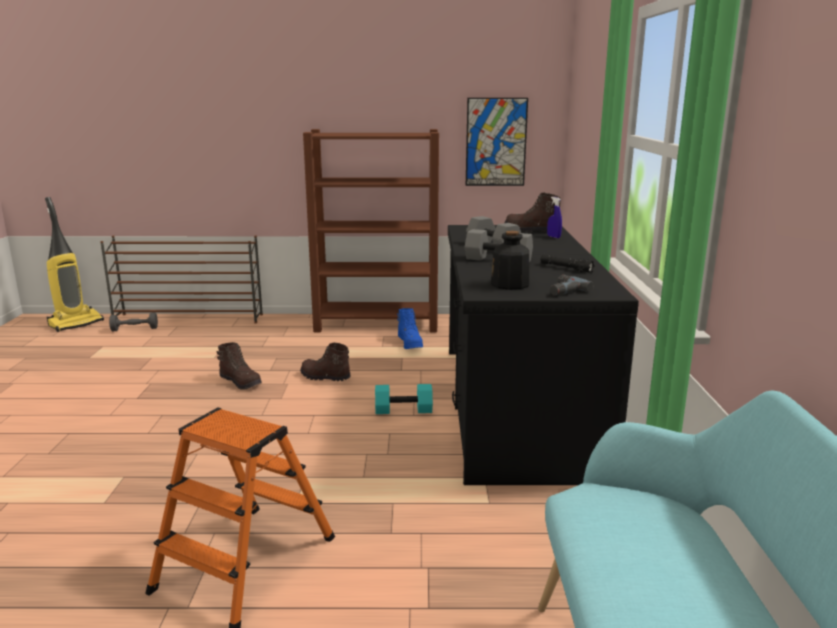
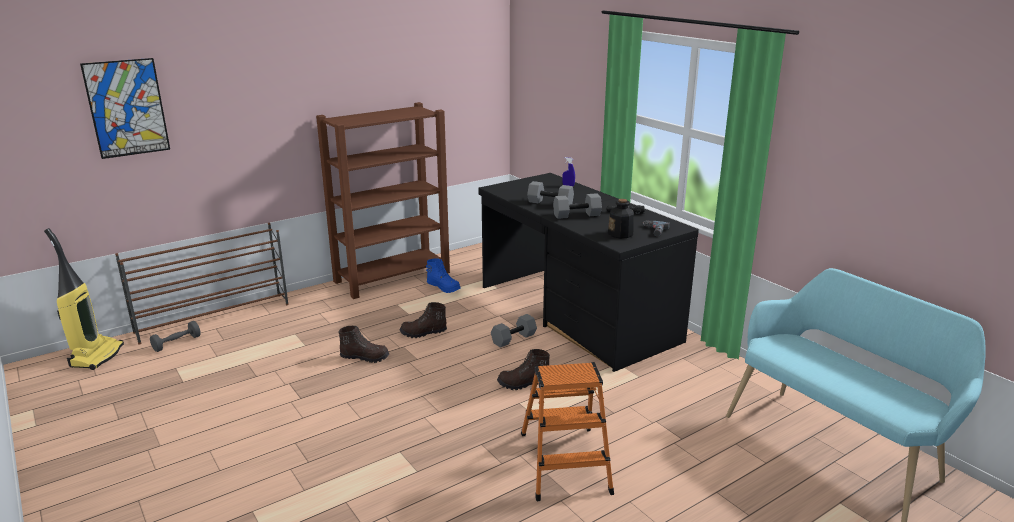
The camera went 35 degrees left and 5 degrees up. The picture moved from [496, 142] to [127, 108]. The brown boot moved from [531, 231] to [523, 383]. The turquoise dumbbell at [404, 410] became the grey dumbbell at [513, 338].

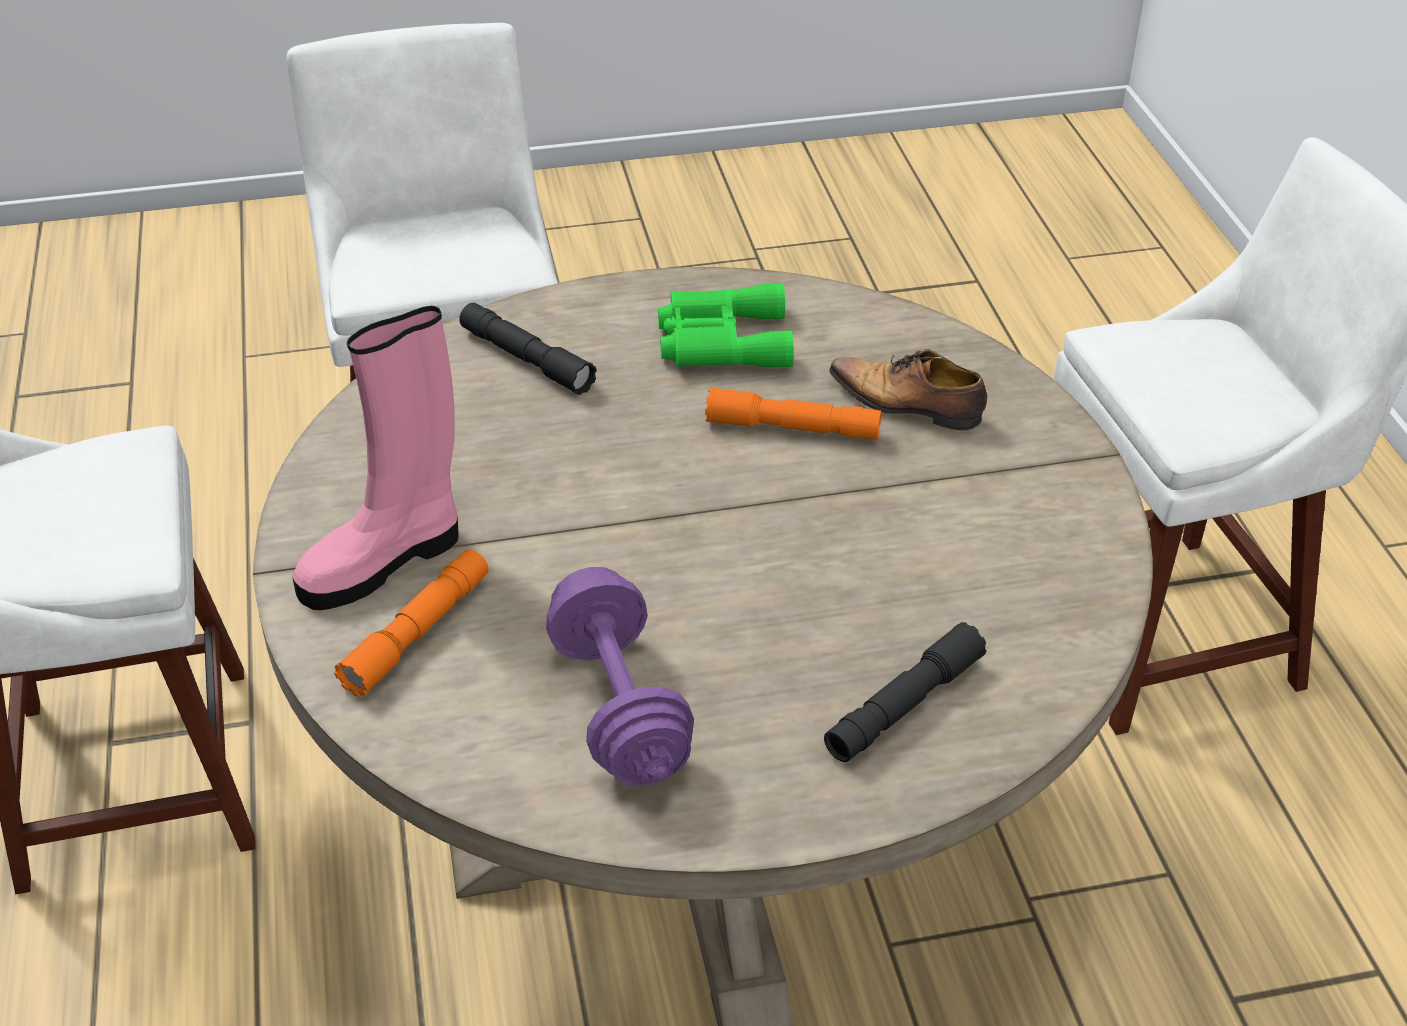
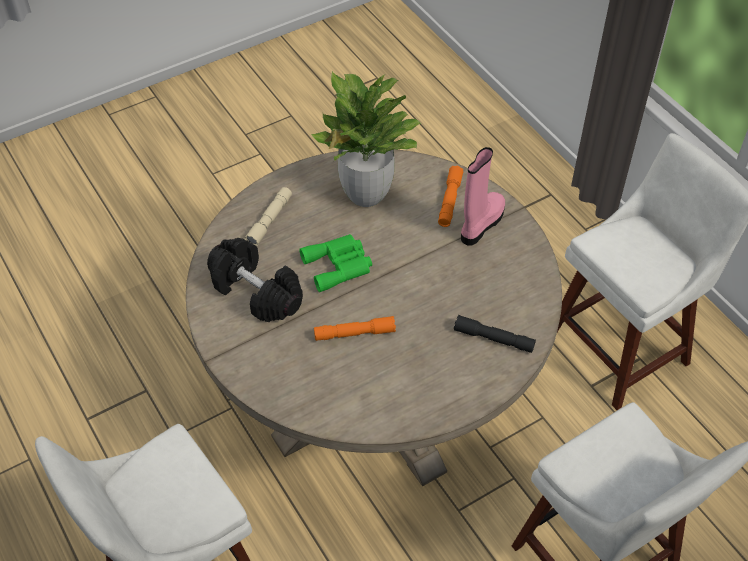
The camera went 160 degrees right and 10 degrees up. The green binoculars moved from [720, 341] to [339, 265]. The shoe at [908, 404] disappeared. The purple dumbbell at [619, 708] was replaced by the potted plant at [365, 194]. The black flashlight at [904, 705] became the beige flashlight at [269, 221]. The black dumbbell at [255, 292] appeared.

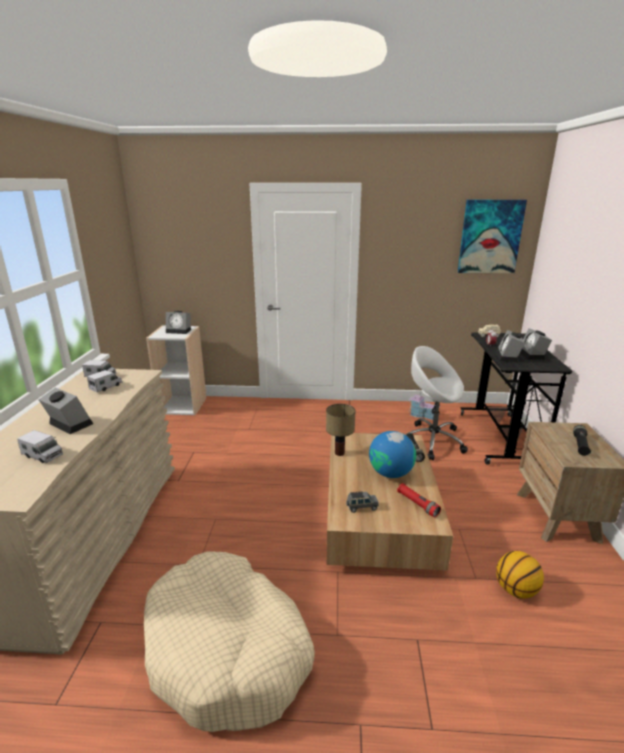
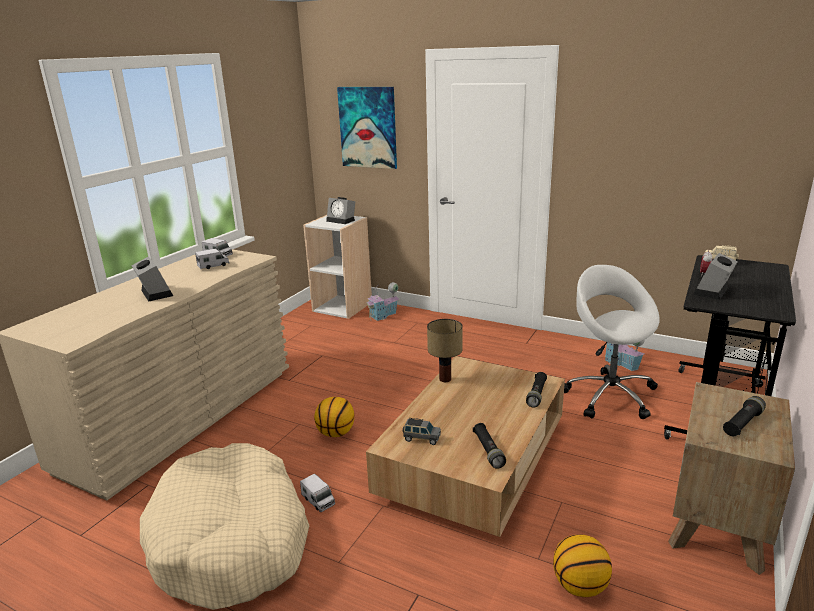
The camera went 25 degrees right and 0 degrees up. The picture moved from [490, 237] to [368, 127]. The alarm clock at [532, 355] disappeared. The toy truck moved from [42, 455] to [318, 500]. The globe at [390, 473] disappeared. The red flashlight at [417, 504] became the black flashlight at [488, 451]. The toy house at [383, 315] appeared. The basketball at [336, 433] appeared.

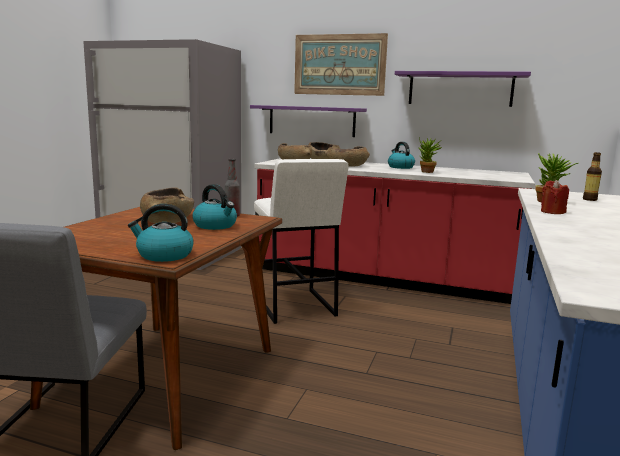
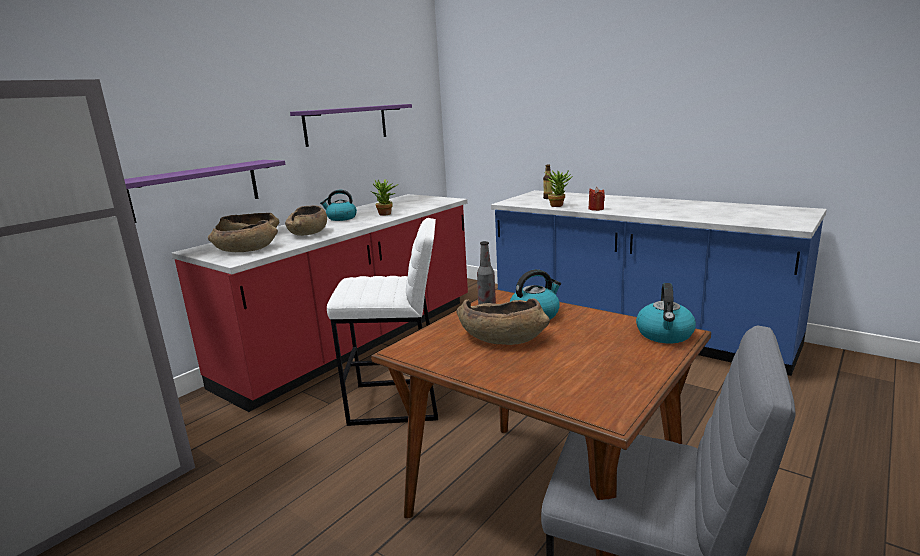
The camera went 70 degrees left and 5 degrees up. The picture at [339, 65] disappeared.

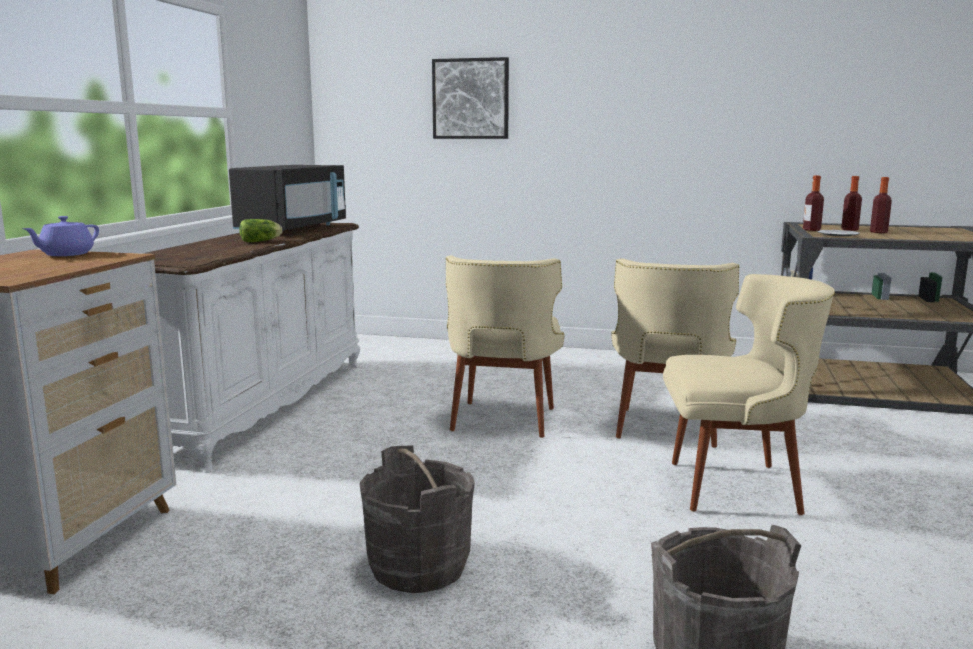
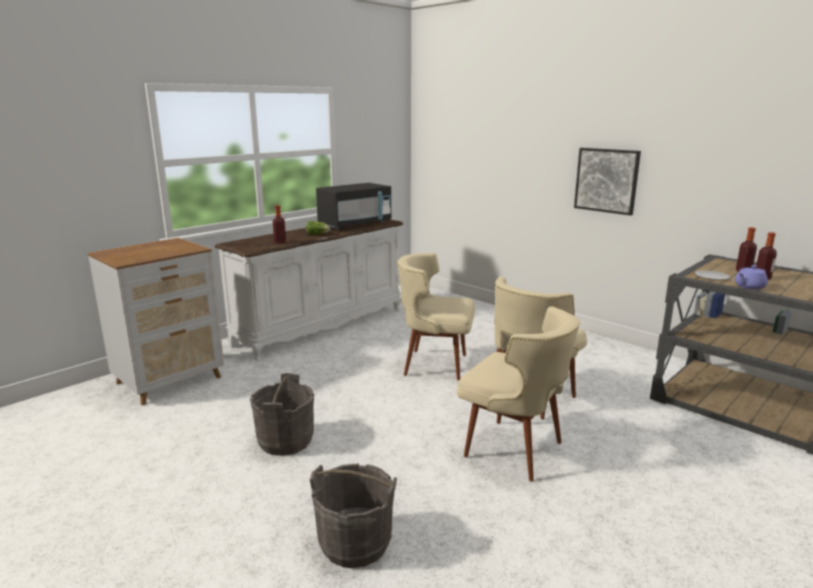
The camera went 30 degrees right and 5 degrees up. The picture moved from [470, 99] to [606, 180]. The bottle moved from [811, 230] to [280, 242]. The purple teapot moved from [66, 254] to [749, 287]. The beige chair at [504, 419] turned 60 degrees clockwise.

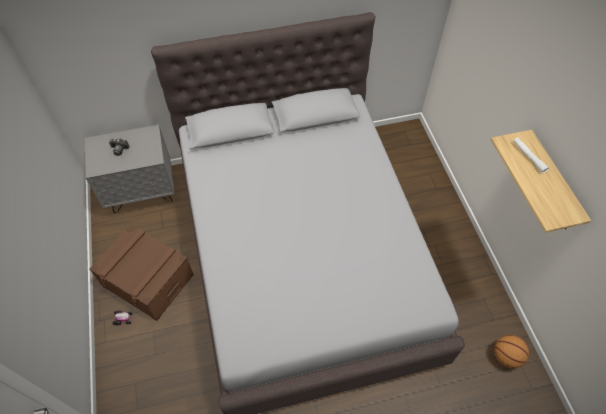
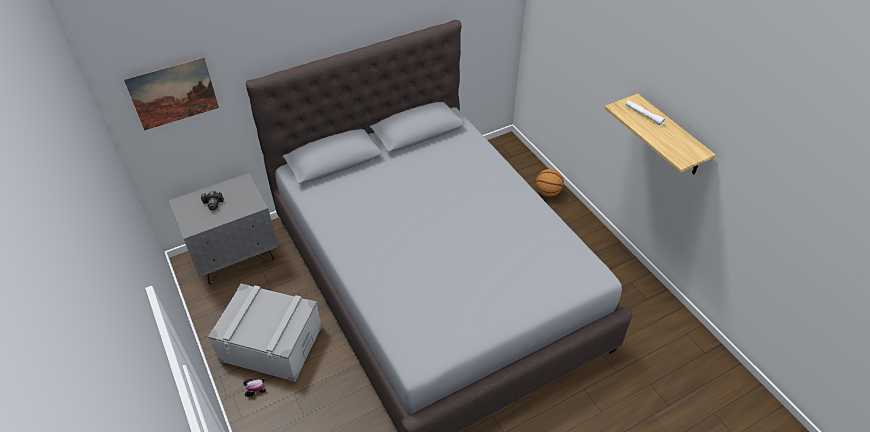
The camera went 15 degrees left and 10 degrees down. The brown storage box at [148, 280] became the grey storage box at [271, 343]. The basketball moved from [505, 356] to [547, 192]. The picture at [173, 93] appeared.

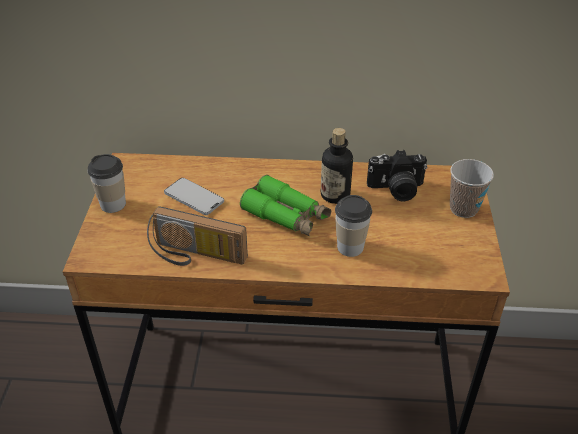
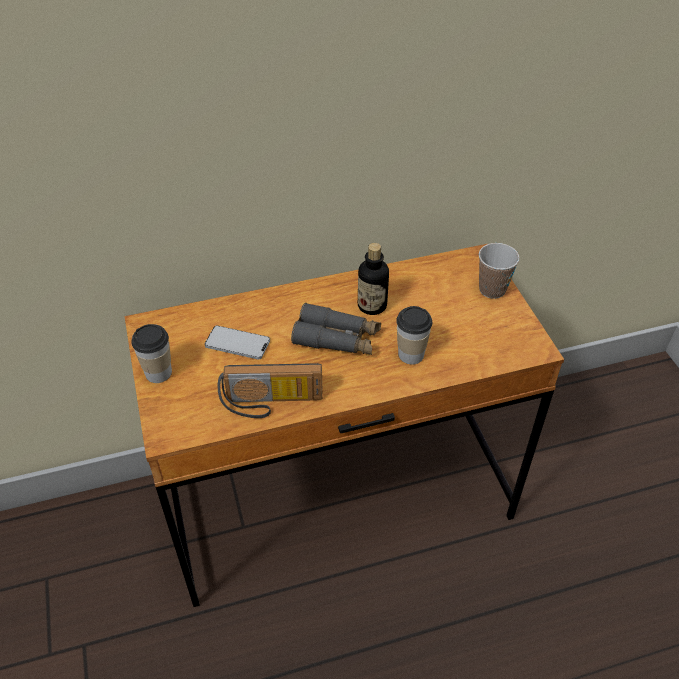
The camera went 20 degrees left and 5 degrees up. The photo camera at [396, 190] disappeared. The green binoculars at [286, 215] became the grey binoculars at [337, 339].

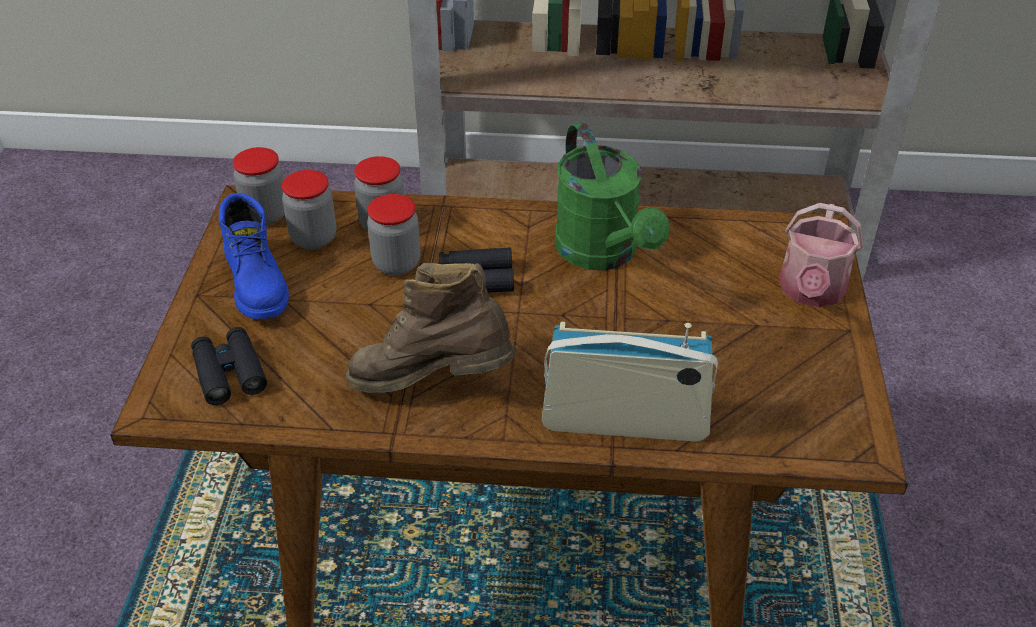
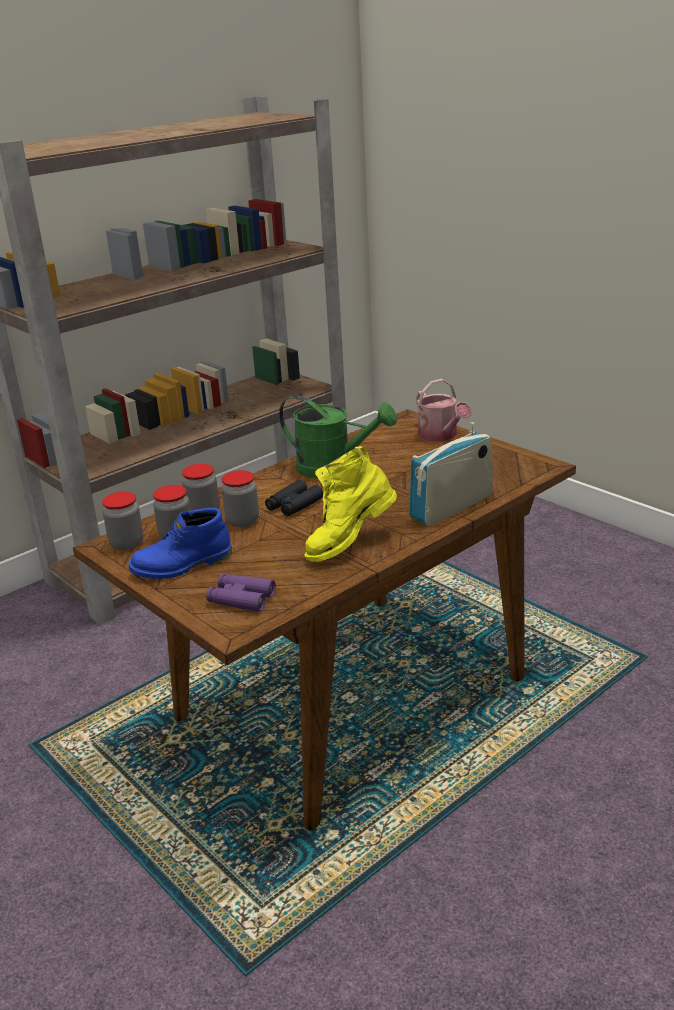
The camera went 45 degrees left and 15 degrees down. The blue boot at [258, 283] turned 135 degrees clockwise. The brown boot at [432, 384] became the yellow boot at [349, 544]. The black binoculars at [229, 373] became the purple binoculars at [241, 599].

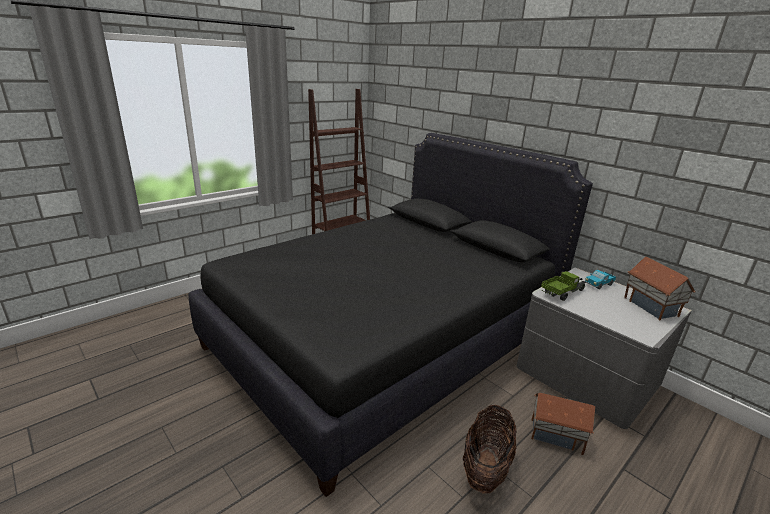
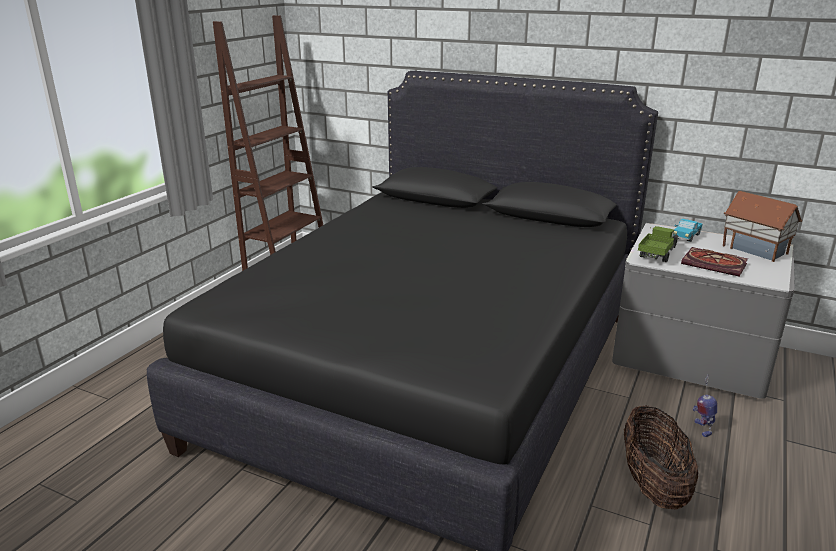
The camera went 20 degrees left and 0 degrees up. The toy house at [556, 437] was replaced by the toy robot at [702, 428]. The book at [715, 264] appeared.

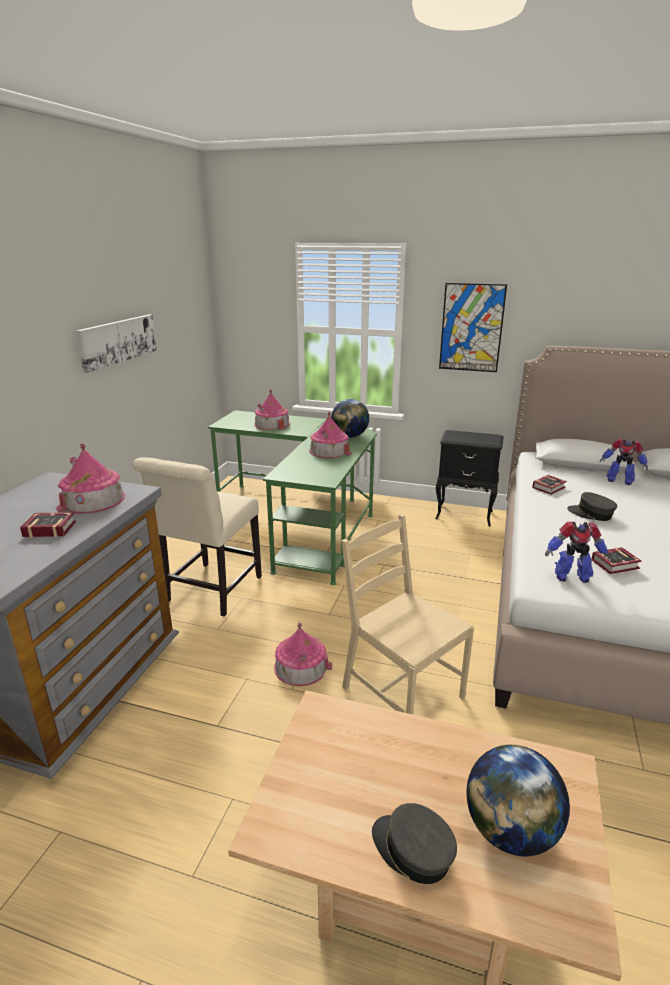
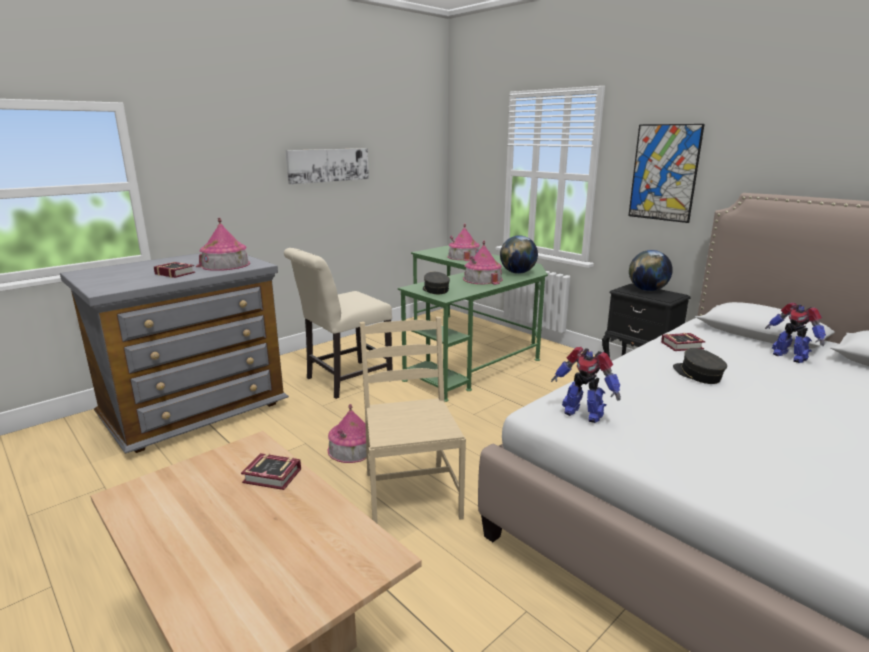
The camera went 30 degrees right and 5 degrees down. The book moved from [617, 564] to [273, 477]. The globe moved from [510, 831] to [647, 290]. The grey cap moved from [412, 851] to [435, 290].

